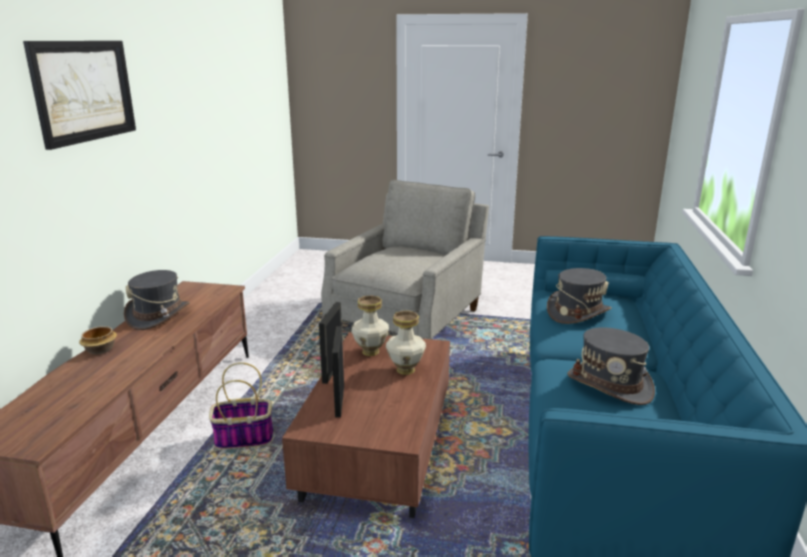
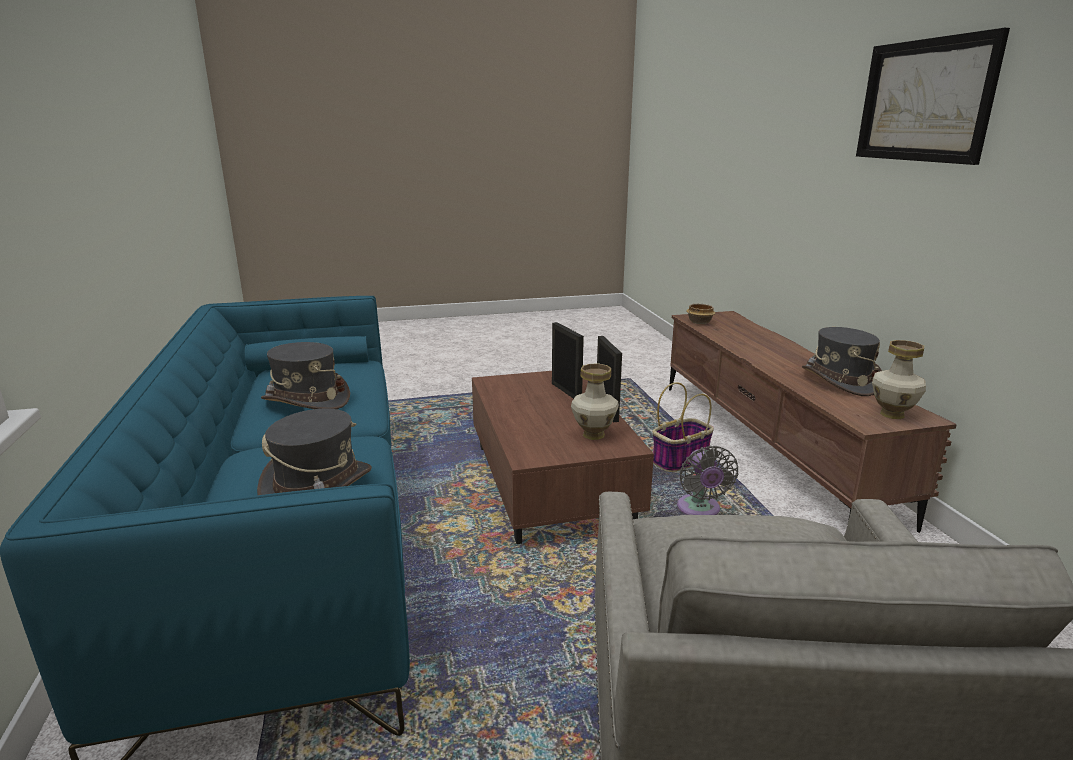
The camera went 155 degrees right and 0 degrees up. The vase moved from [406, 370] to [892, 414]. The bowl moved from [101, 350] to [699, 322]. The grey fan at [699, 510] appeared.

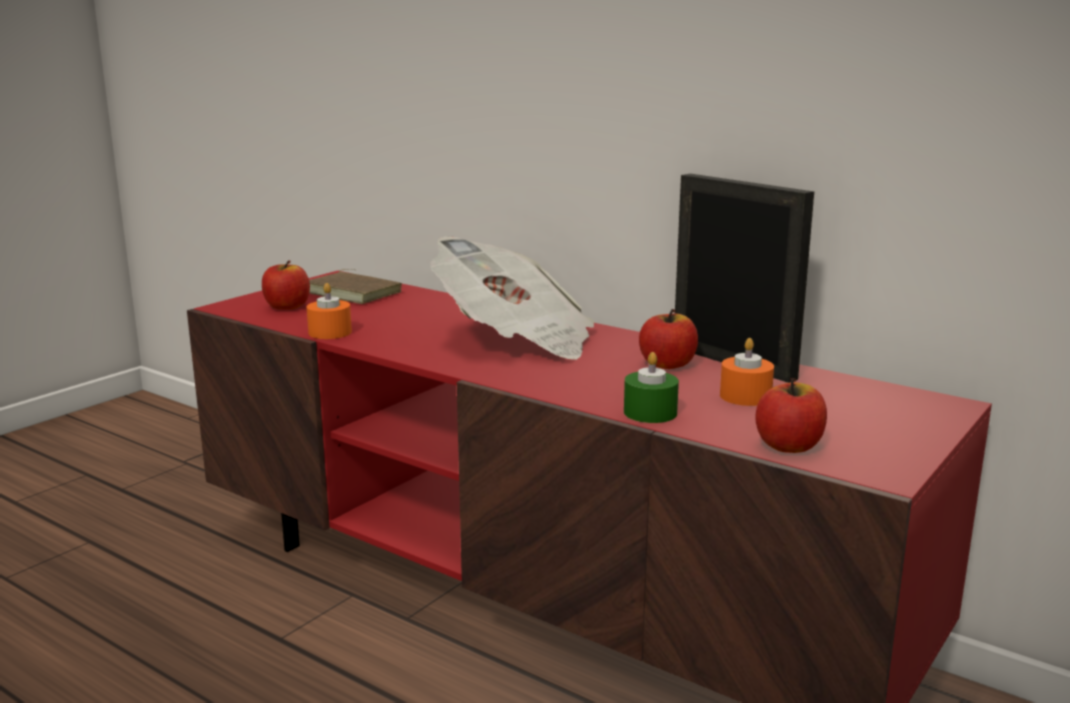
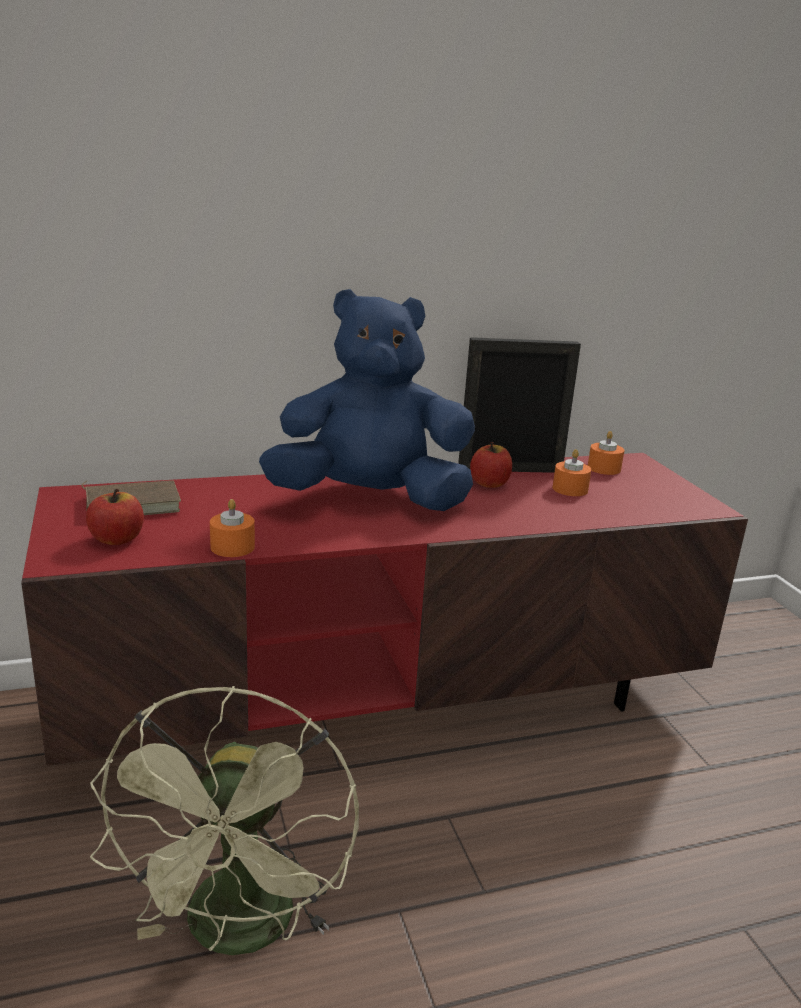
The camera went 55 degrees left and 5 degrees up. The newspaper at [516, 340] was replaced by the blue plush toy at [370, 499]. The green candle at [650, 412] disappeared. The apple at [789, 446] disappeared. The orange candle at [604, 468] appeared. The green fan at [239, 934] appeared.

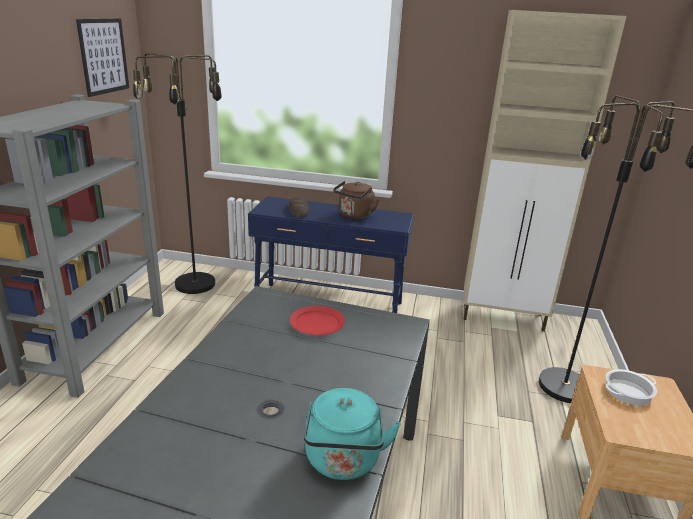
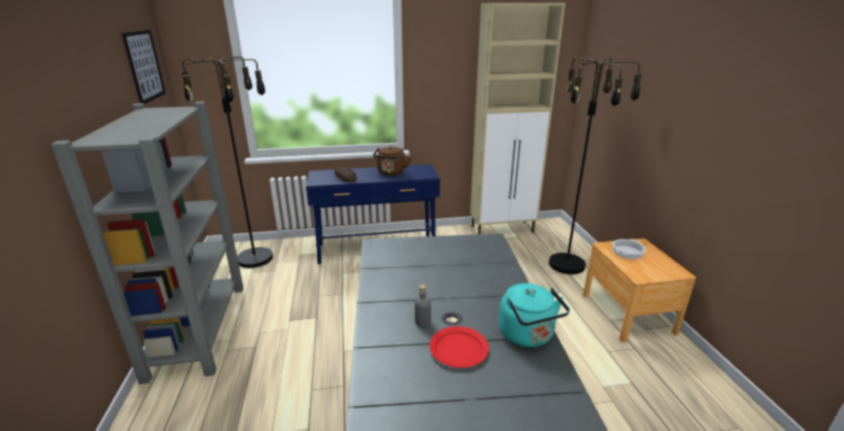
The camera went 20 degrees left and 0 degrees up. The red plate moved from [317, 323] to [459, 348]. The grey bottle at [422, 322] appeared.

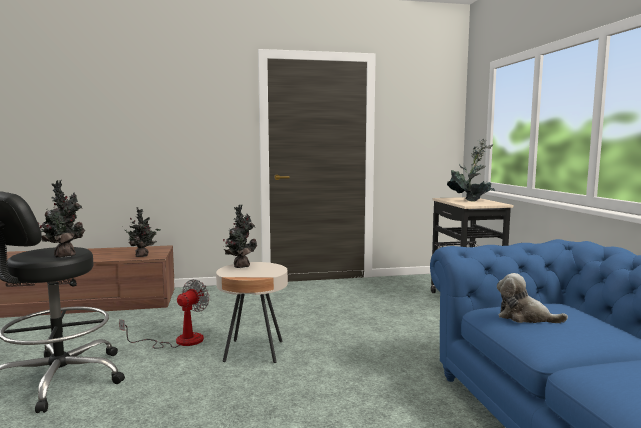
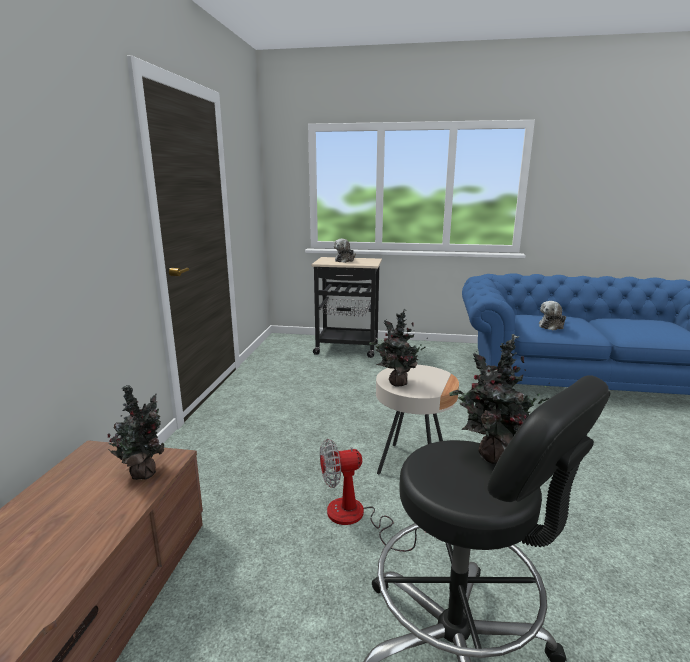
The camera went 70 degrees left and 10 degrees up. The potted plant at [471, 200] was replaced by the plush toy at [345, 260]. The fan at [178, 341] turned 60 degrees counterclockwise.

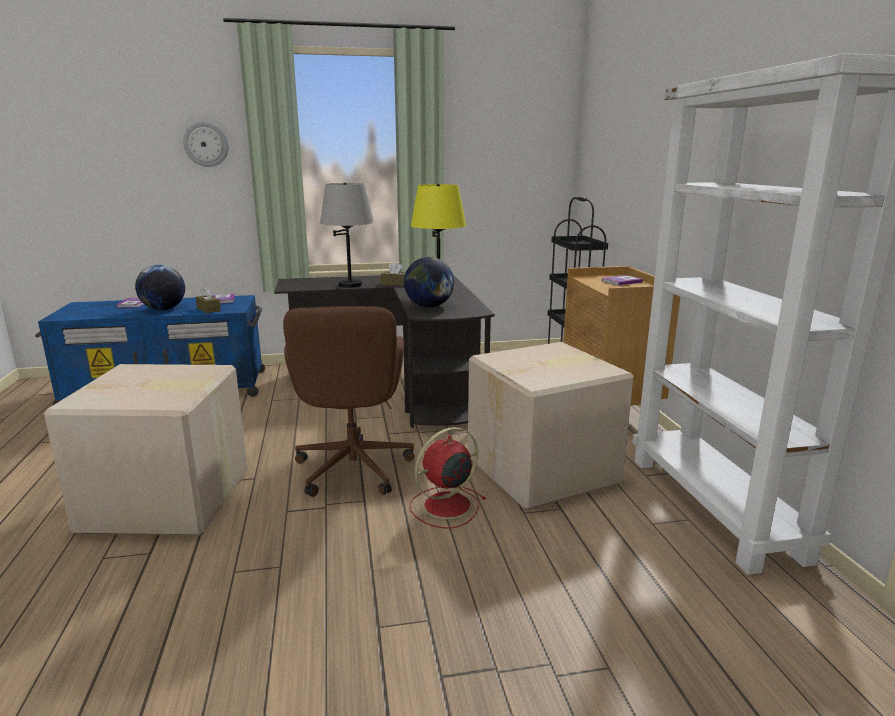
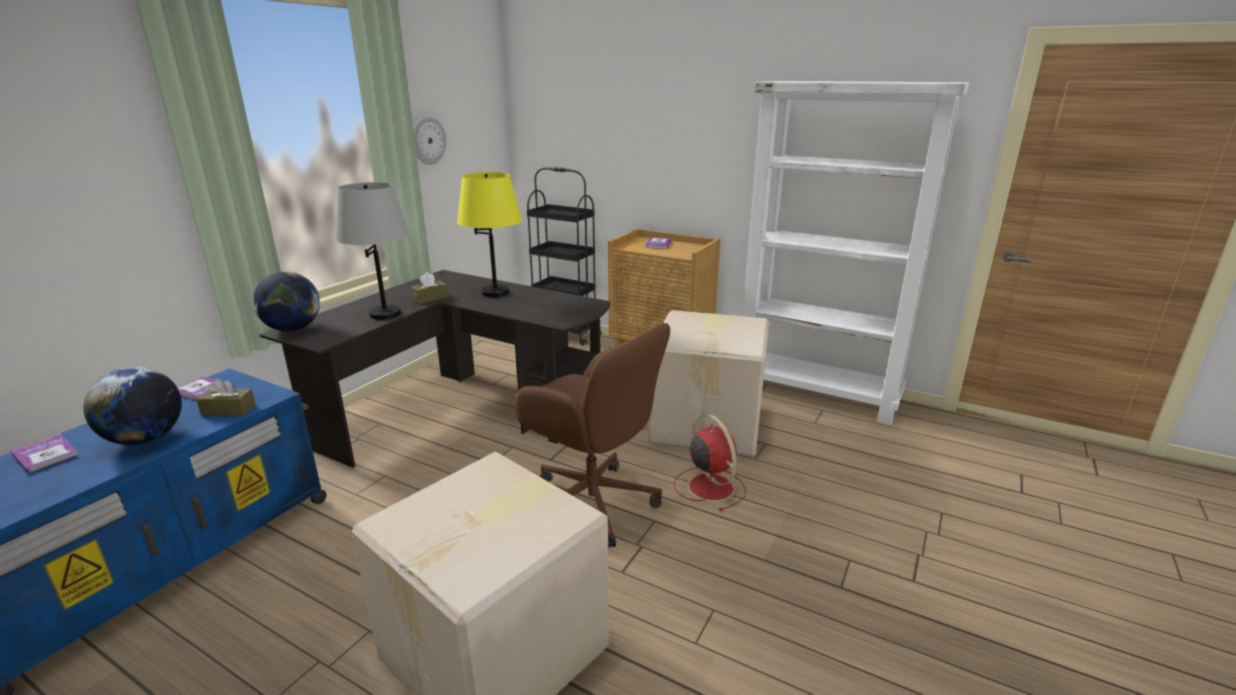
The camera went 50 degrees left and 5 degrees up. The wall clock moved from [206, 144] to [428, 140]. The globe moved from [429, 306] to [293, 329]. The red fan at [445, 506] turned 150 degrees clockwise.

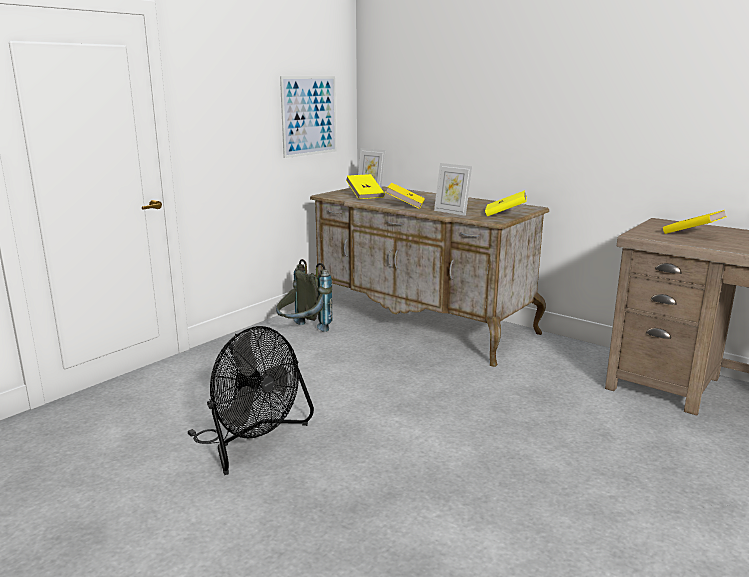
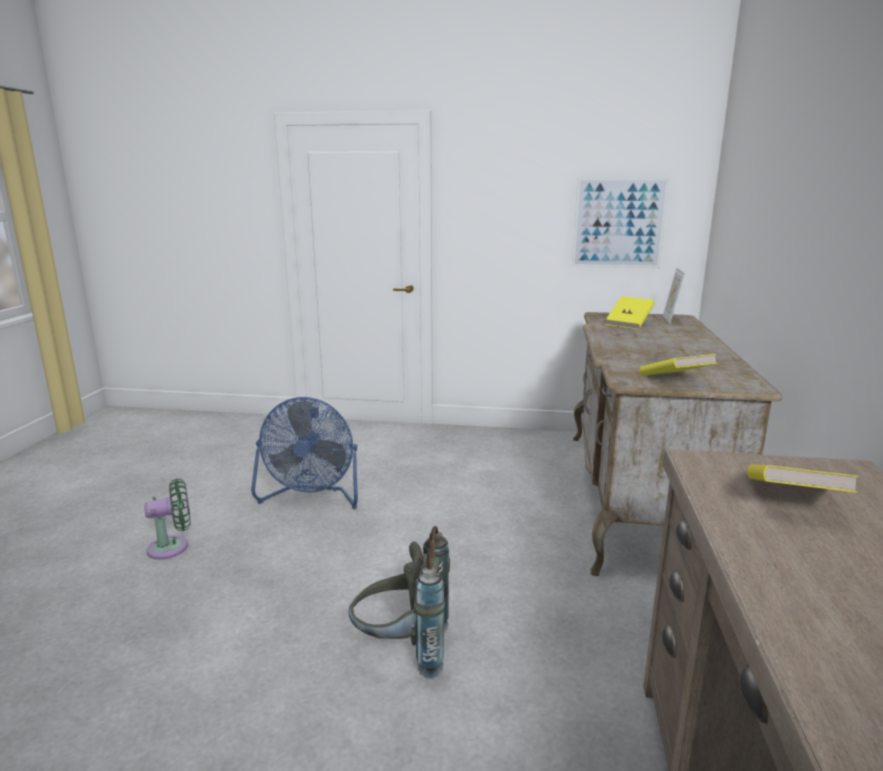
The camera went 60 degrees right and 0 degrees up. The picture frame at [451, 212] disappeared. The yellow book at [405, 205] disappeared. The grey backpack moved from [303, 332] to [403, 651]. The black fan at [249, 442] became the blue fan at [309, 495]. The green fan at [172, 547] appeared.

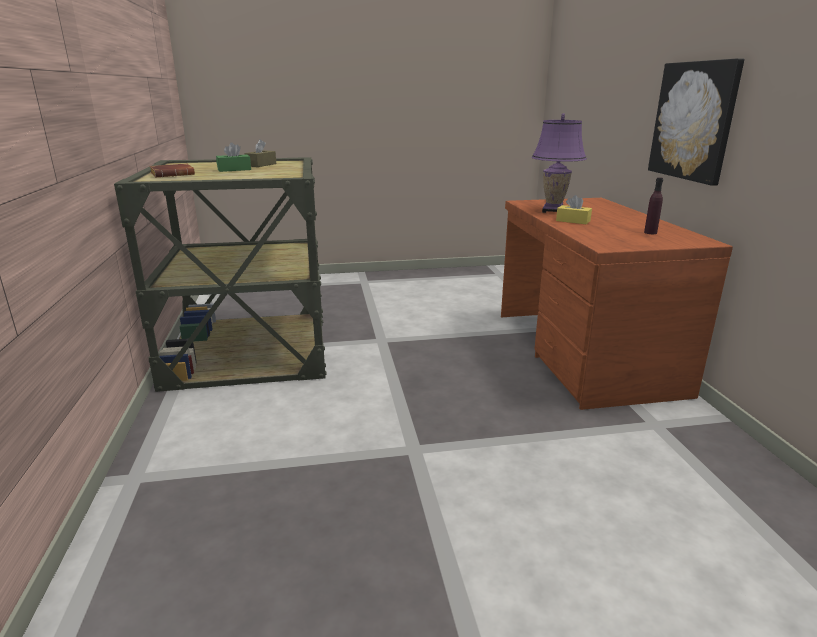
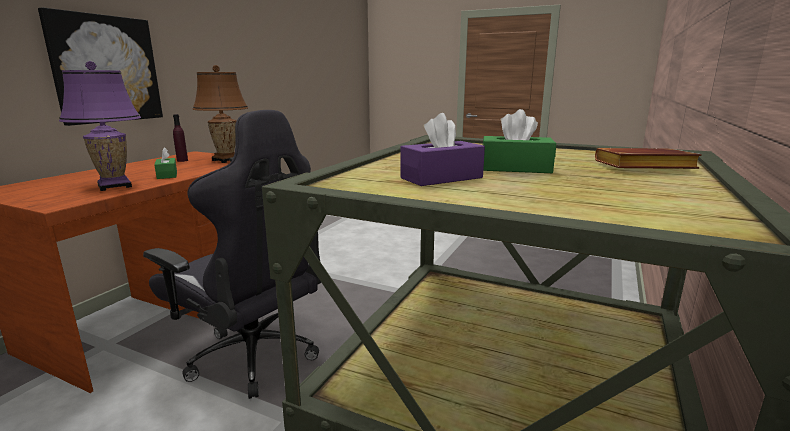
The camera went 145 degrees left and 5 degrees down. The brown tissue box at [261, 165] became the purple tissue box at [441, 178]. The yellow tissue box at [573, 221] became the green tissue box at [167, 175]. The brown table lamp at [226, 160] appeared. The black office chair at [248, 354] appeared.

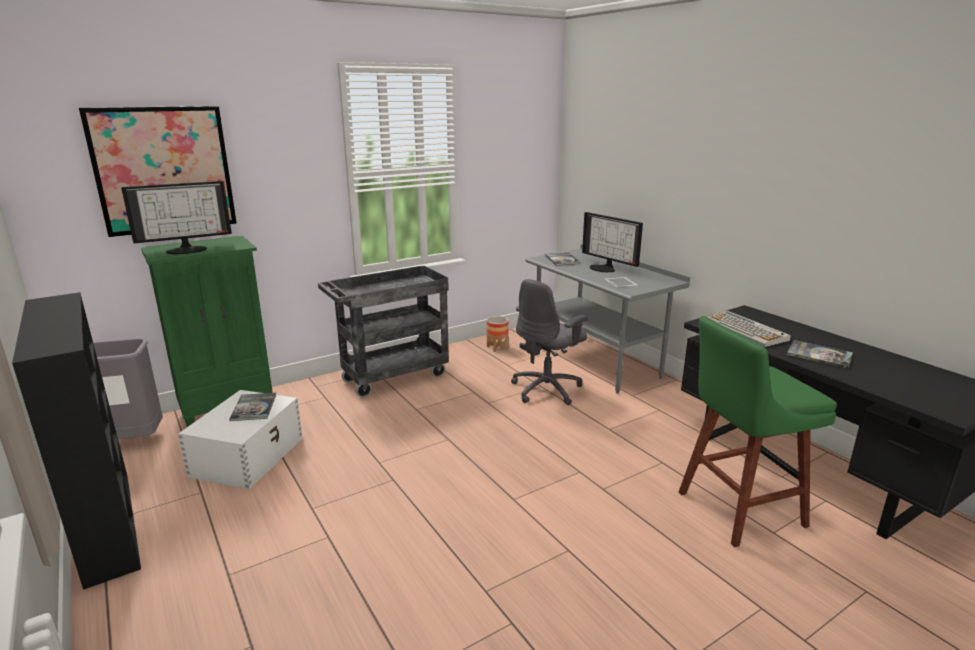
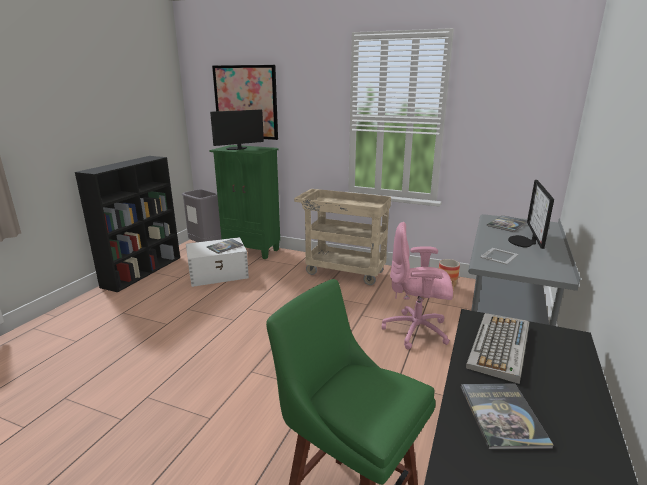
The camera went 55 degrees right and 0 degrees up. The monitor at [187, 249] turned 120 degrees clockwise. The black cart at [390, 380] became the beige cart at [341, 273]. The grey office chair at [547, 389] became the pink office chair at [417, 331].

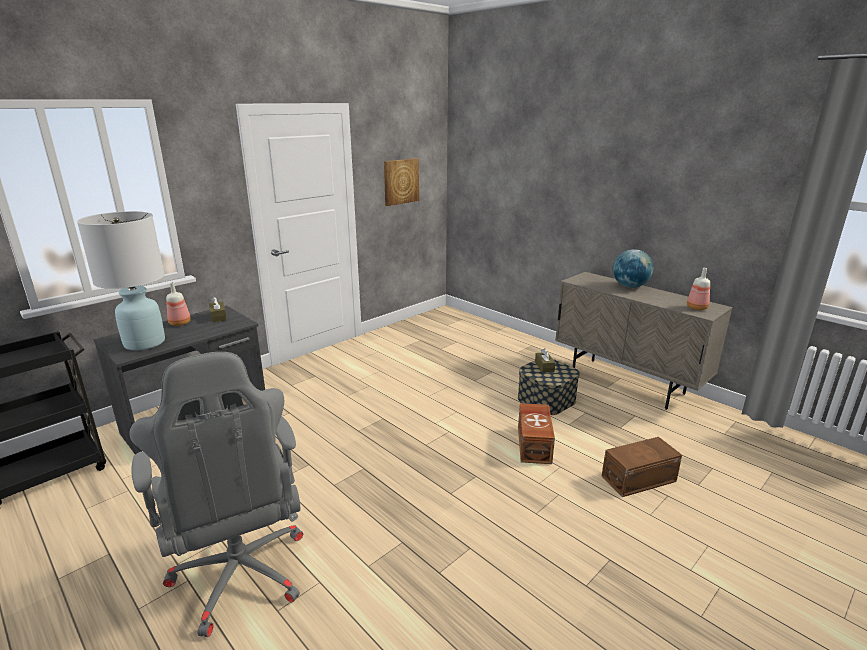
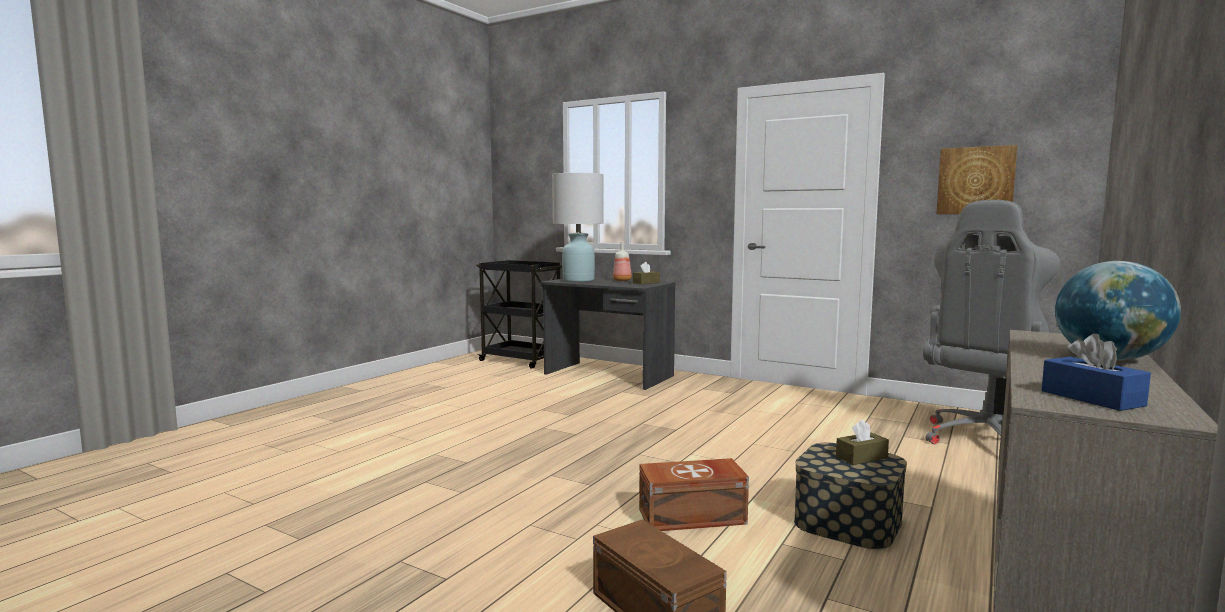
The camera went 75 degrees right and 15 degrees down. The bottle at [697, 308] was replaced by the blue tissue box at [1092, 398]. The grey office chair moved from [240, 572] to [987, 440].

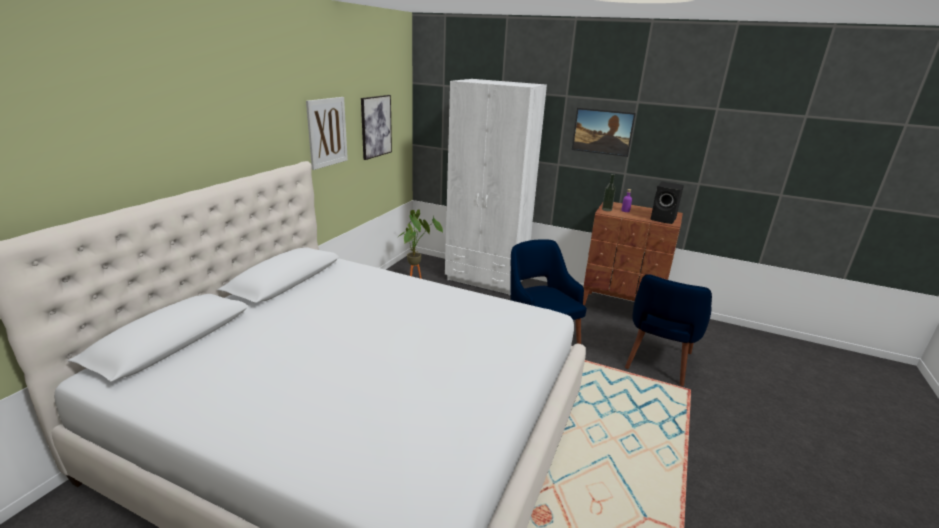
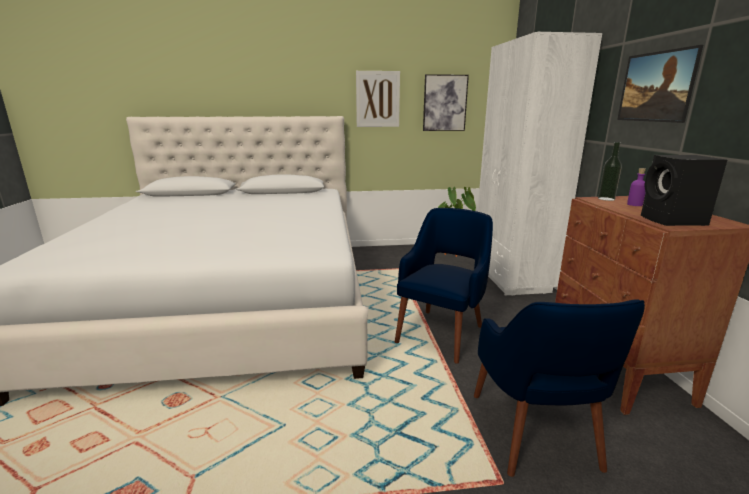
The camera went 60 degrees right and 5 degrees down. The blue armchair at [658, 361] turned 90 degrees counterclockwise.

